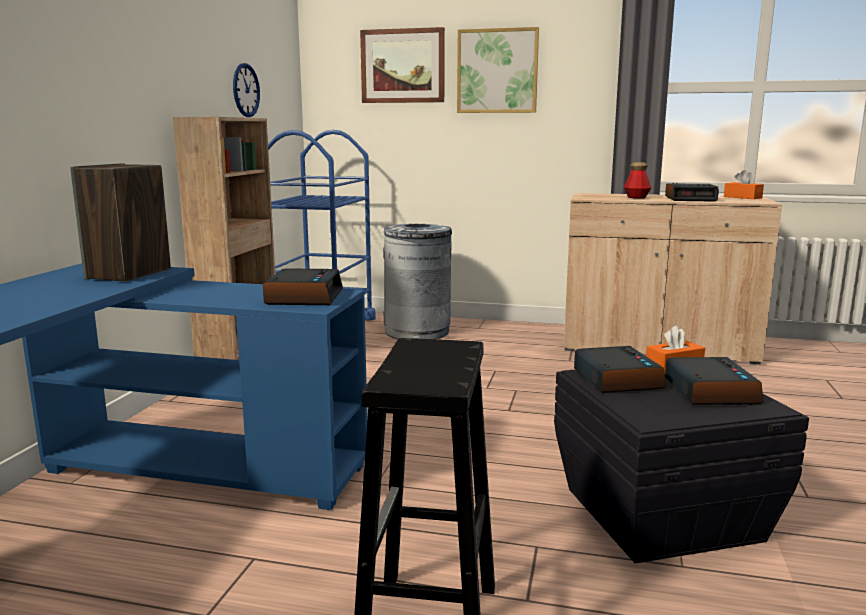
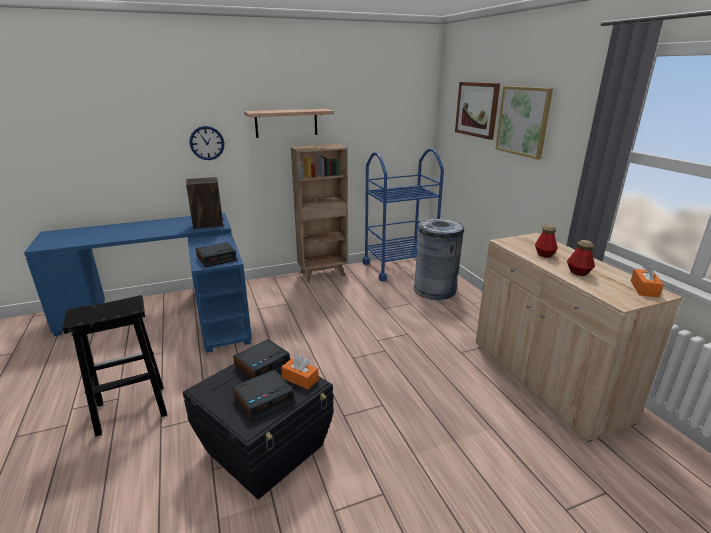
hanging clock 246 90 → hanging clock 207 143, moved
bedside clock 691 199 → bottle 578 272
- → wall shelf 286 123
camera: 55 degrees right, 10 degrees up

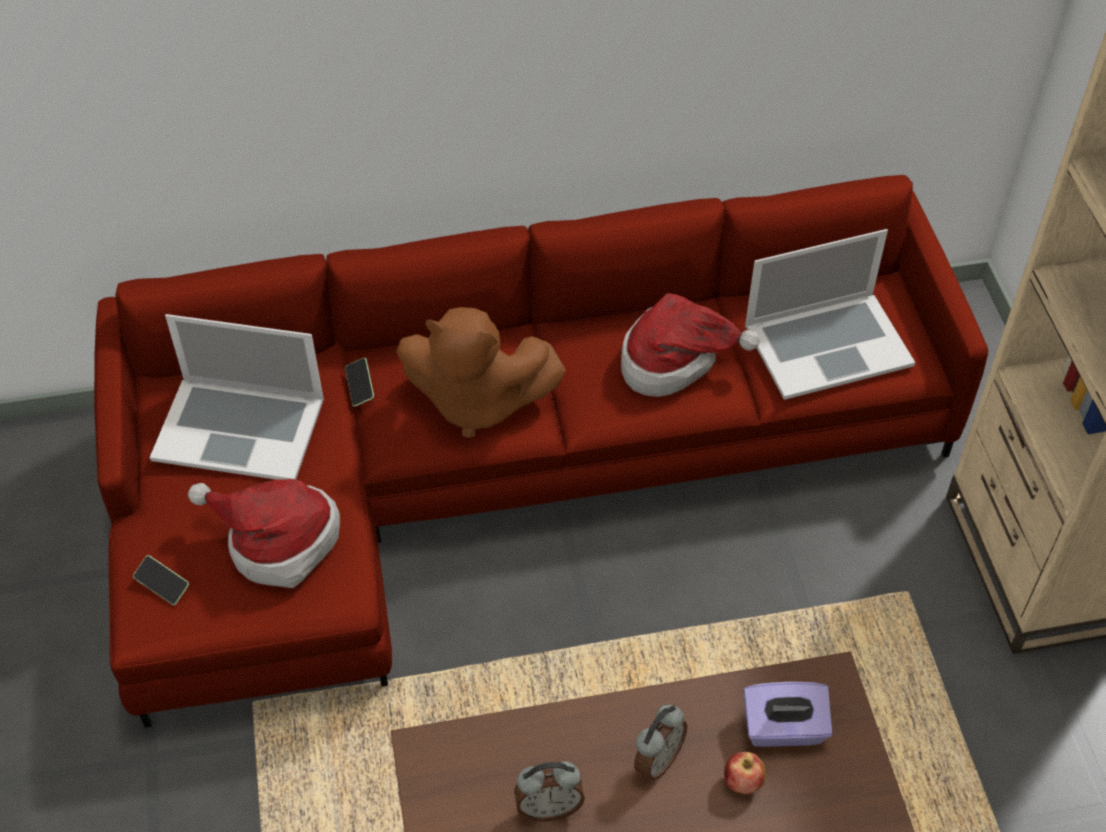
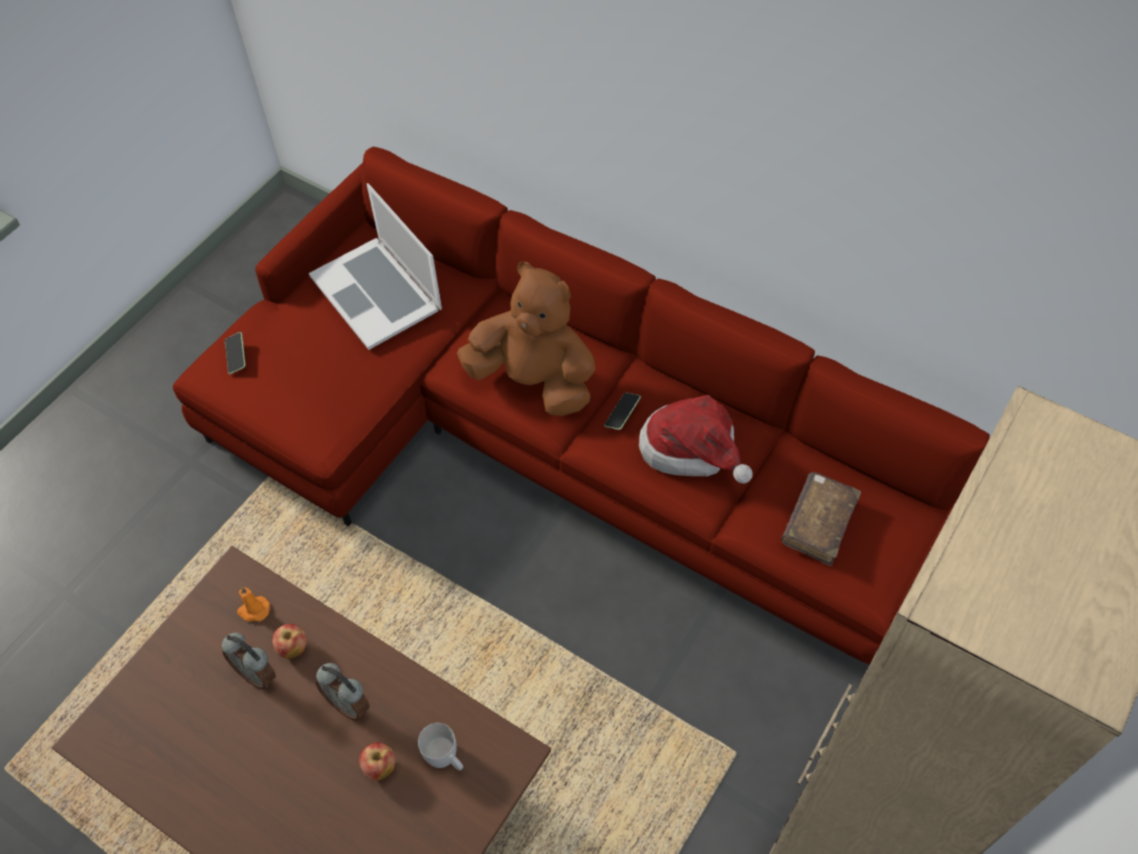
laptop 827 344 → volume (brown-coloured) 818 523
plush toy (brown-coloured) 477 401 → plush toy (brown-coloured) 534 380, 150 degrees clockwise
telephone 360 386 → telephone 622 414, moved
hat 276 541 → -
box of tissues (purplish) 783 729 → mug (whitish) 445 758
bedside clock 657 760 → bedside clock 349 703, 45 degrees clockwise
- → wax candle (orange) 253 610
- → apple 293 648
camera: 45 degrees right, 5 degrees up

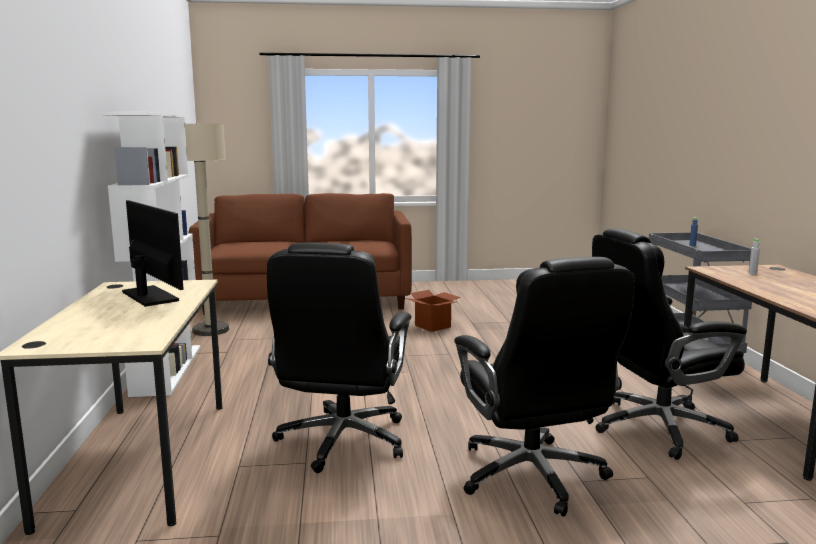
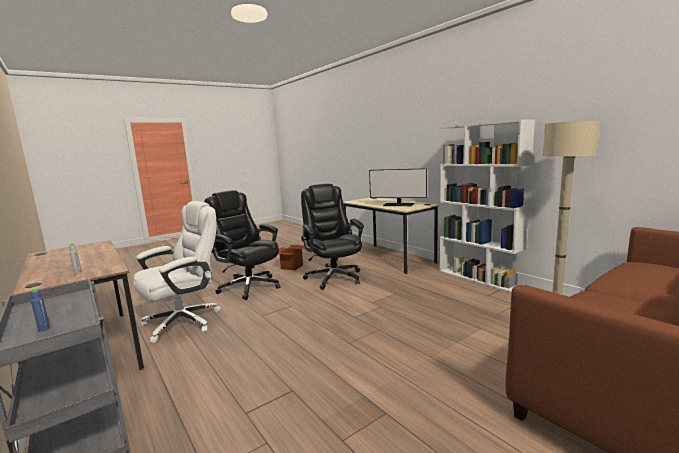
office chair (black-coloured) 657 428 → office chair (whitish) 184 322
packing box 432 326 → packing box 292 267, moved
camera: 150 degrees right, 0 degrees up

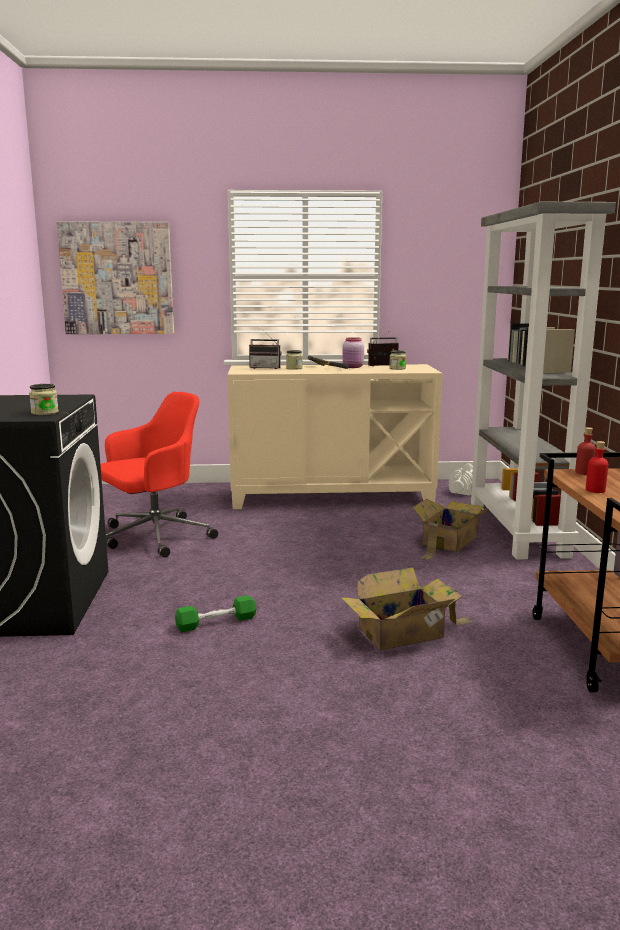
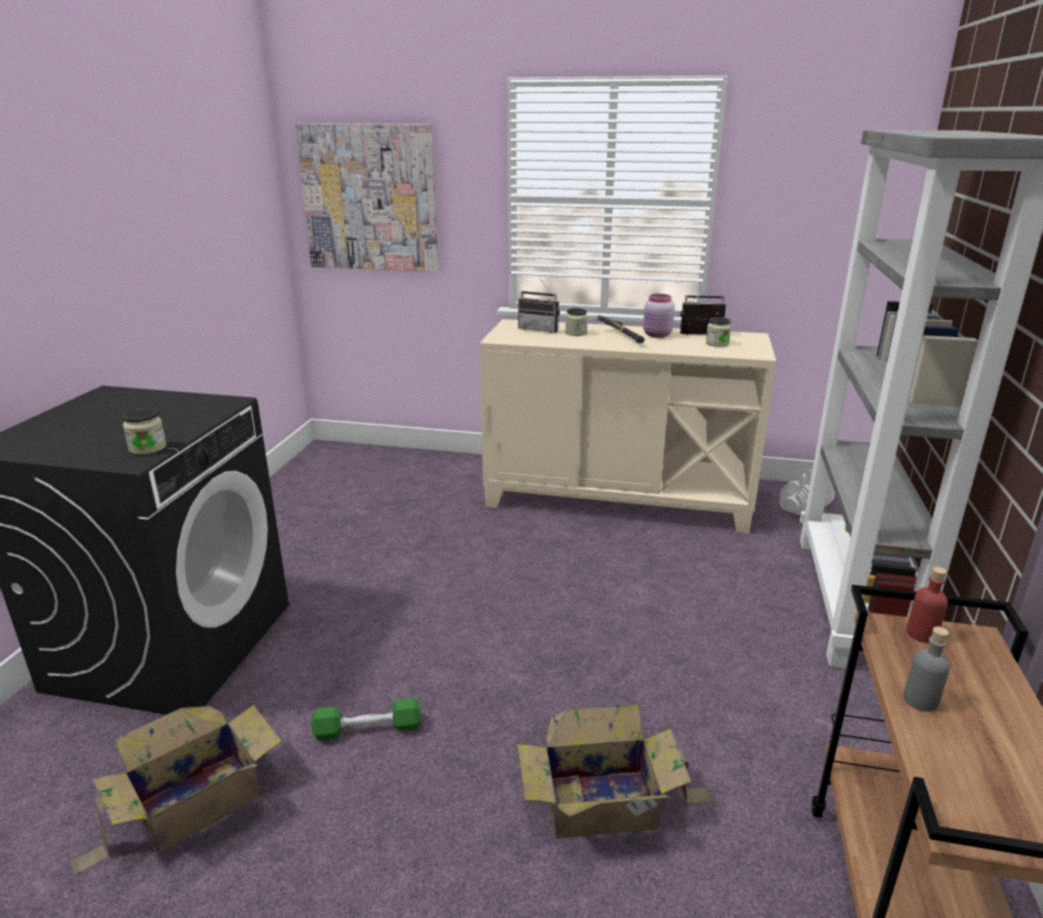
office chair (red-coloured) 154 537 → -
bottle (red-coloured) 595 490 → bottle (grey) 920 700
packing box 448 541 → packing box 193 804, moved
camera: 15 degrees right, 10 degrees up

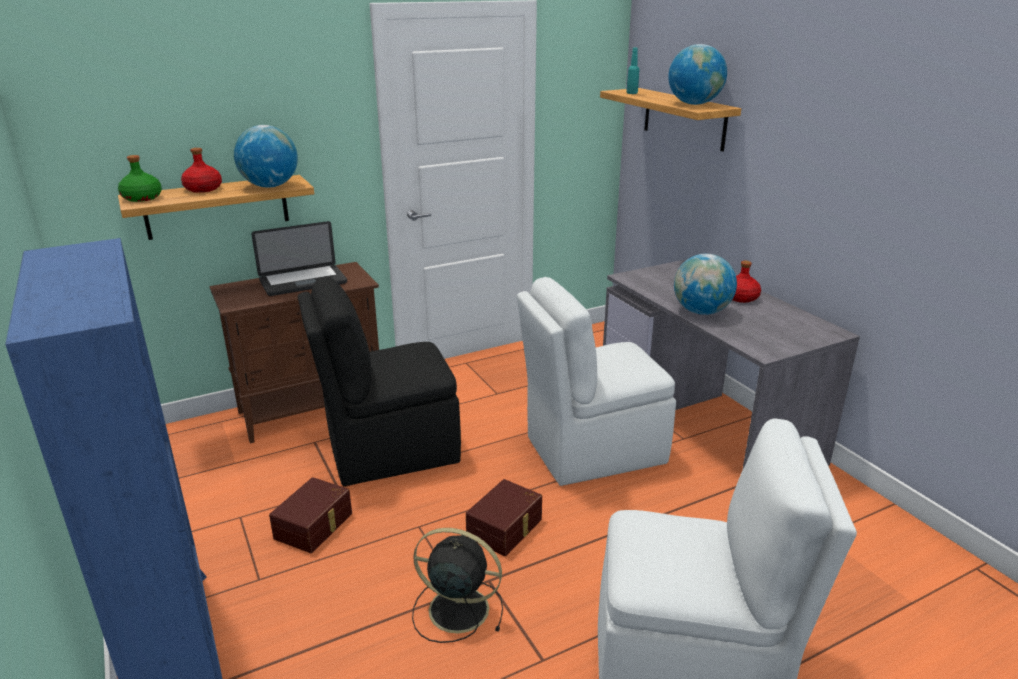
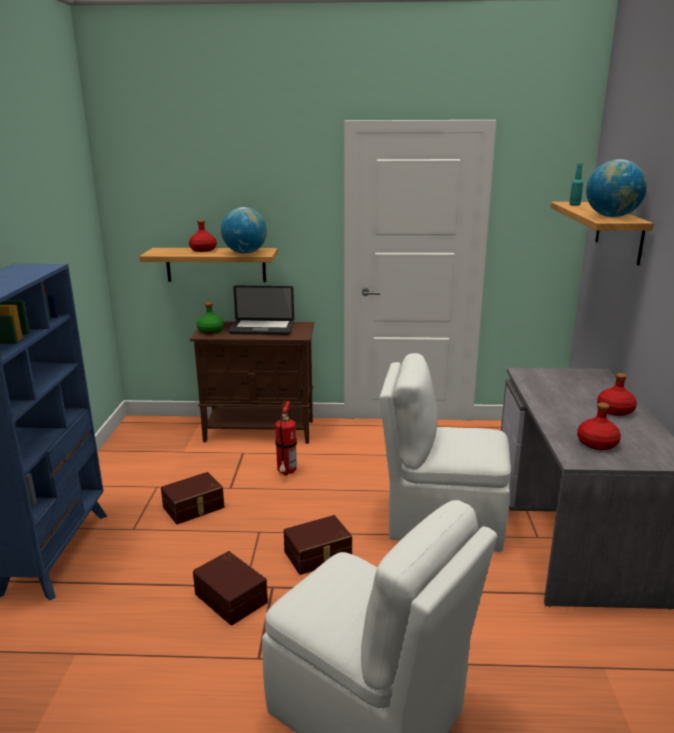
bottle (greenish) 141 198 → bottle (greenish) 210 331, moved
globe 701 312 → -
plain chair (black-coloured) 389 450 → extinguisher 286 473
cooling fan (black-coloured) 456 609 → storage box (brown-coloured) 232 597
- → bottle (red-coloured) 596 443
camera: 30 degrees right, 5 degrees down

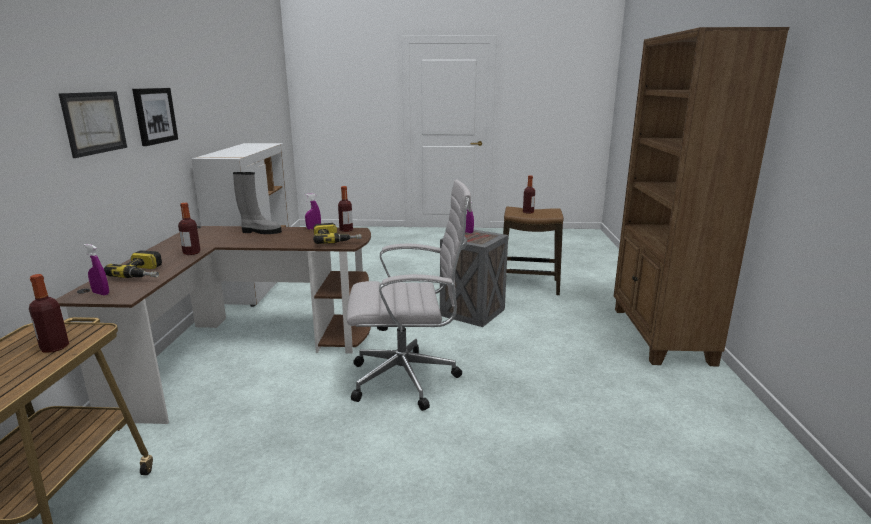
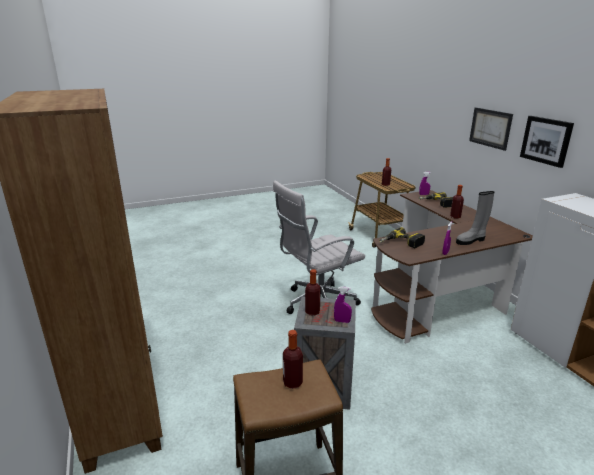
bottle 346 230 → bottle 312 312, moved
camera: 155 degrees right, 5 degrees up

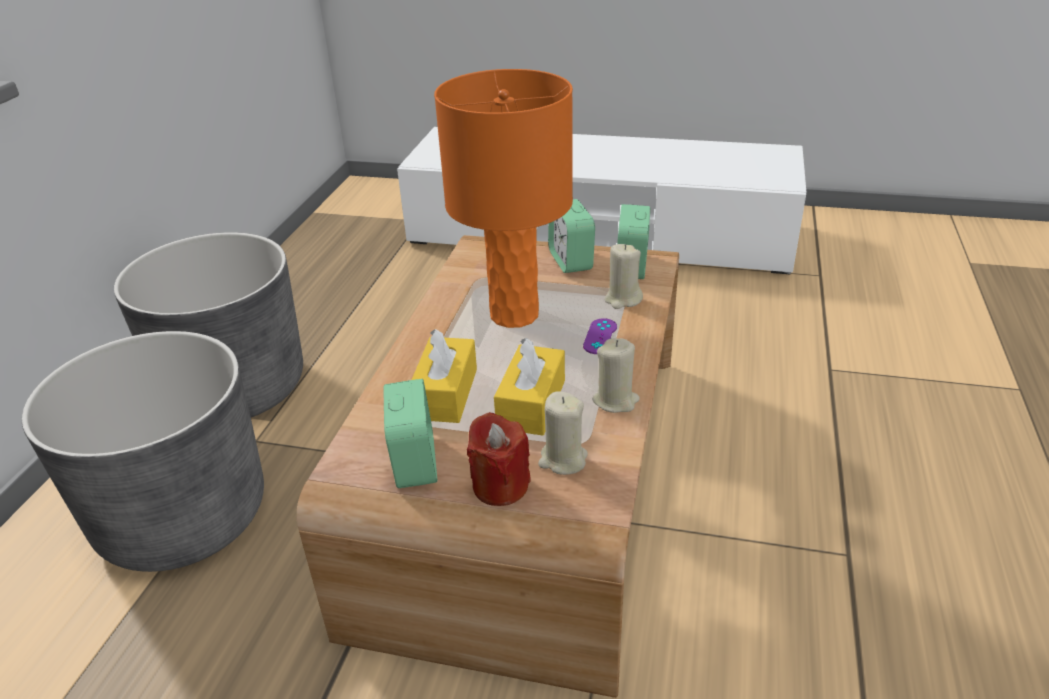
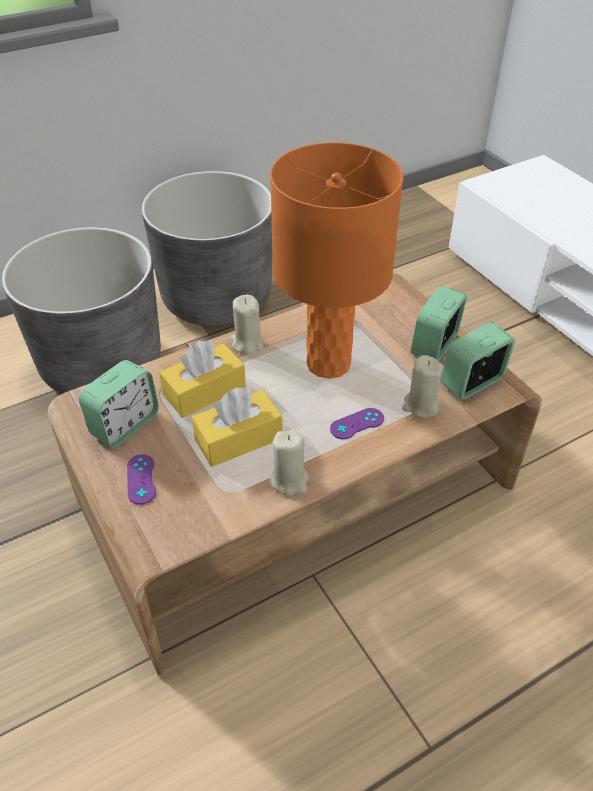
wax candle (sand-coloured) 562 459 → wax candle (sand-coloured) 247 343, moved
wax candle (red-coloured) 500 486 → game controller (purplish) 141 479
camera: 45 degrees right, 10 degrees up

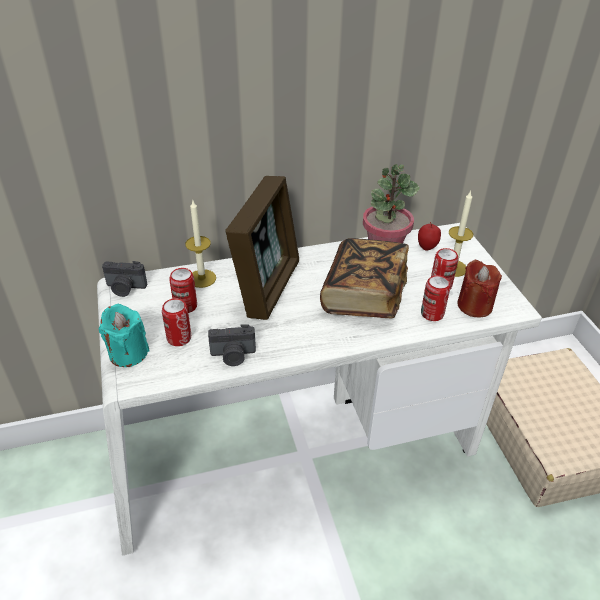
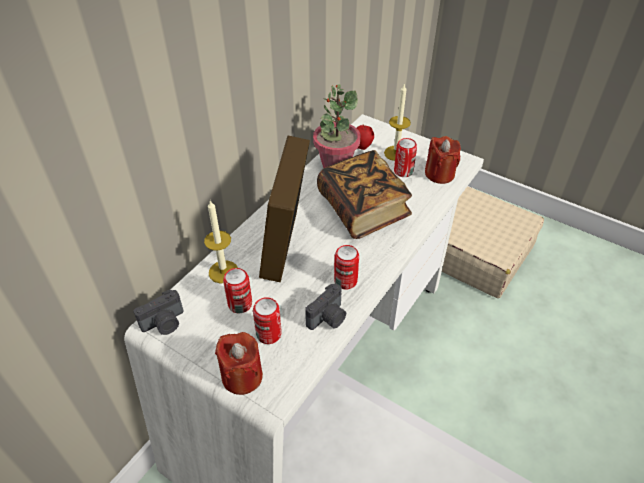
standing frame 267 287 → standing frame 286 246, 150 degrees counterclockwise
sealed can 432 314 → sealed can 345 281, moved
wax candle (turquoise-coloured) 128 353 → wax candle (red-coloured) 242 376
camera: 40 degrees left, 5 degrees up

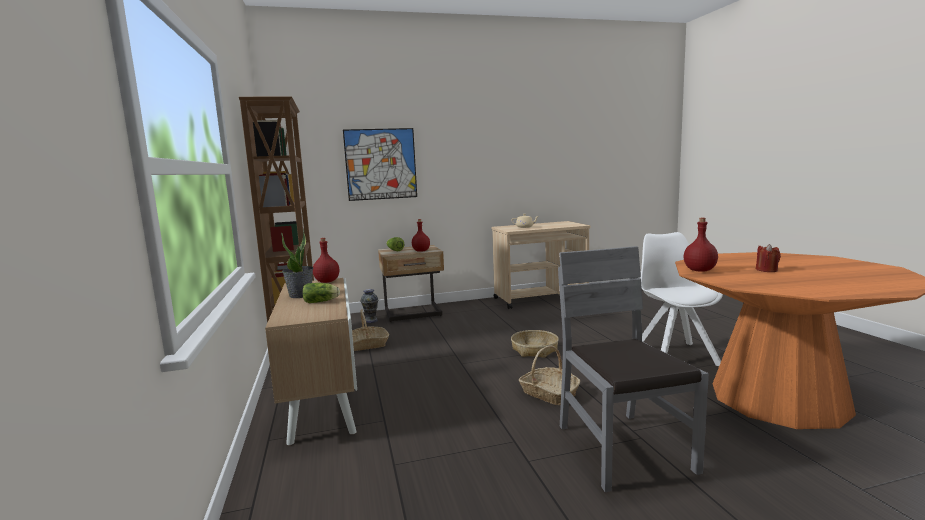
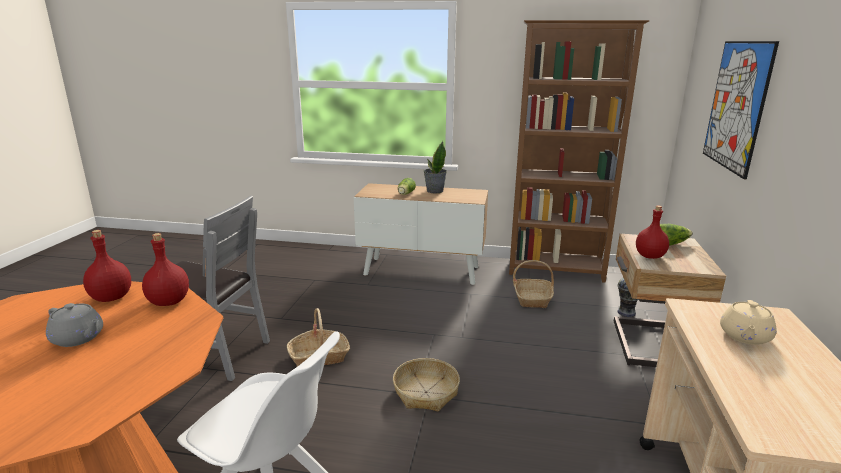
bottle (red-coloured) 326 282 → bottle (red-coloured) 112 297, moved
wax candle (red-coloured) 766 270 → teapot (grey) 78 338
camera: 115 degrees right, 10 degrees up

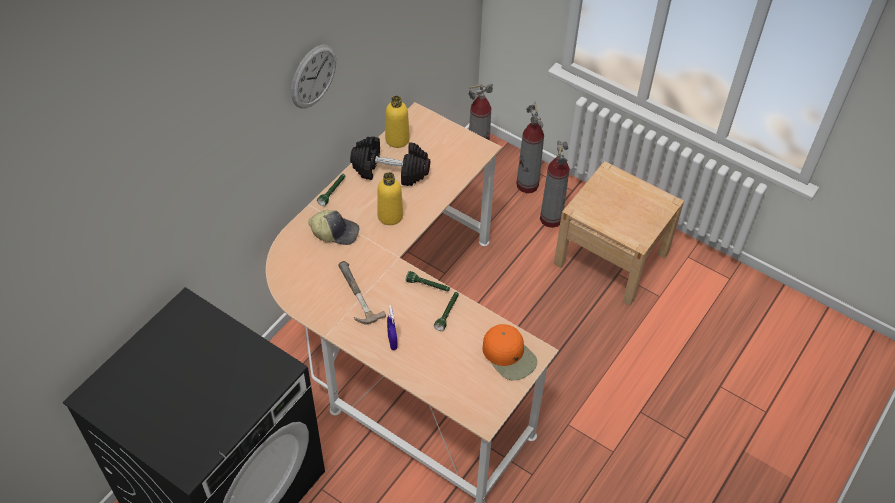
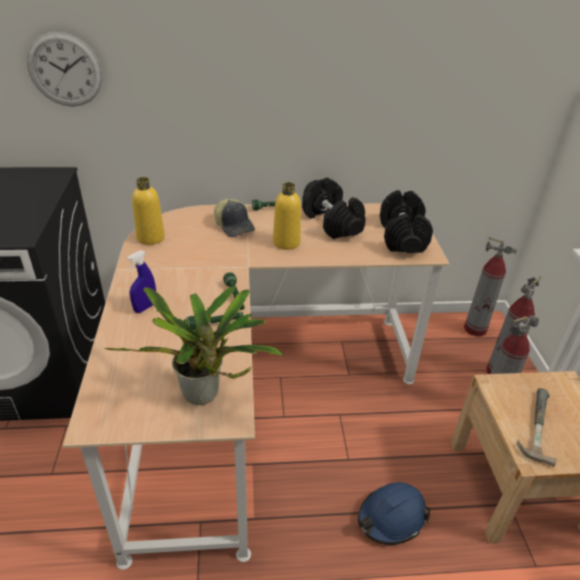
hanging clock 313 76 → hanging clock 65 70, moved
bottle (yellow-coloured) 397 139 → bottle (yellow-coloured) 150 238, moved
tool hammer 353 295 → tool hammer 533 424, moved
baseball cap (orange) 509 355 → potted plant 204 397
- → dumbbell (black-coloured) 402 237
- → hard hat (bluish) 391 517
camera: 50 degrees right, 15 degrees down

